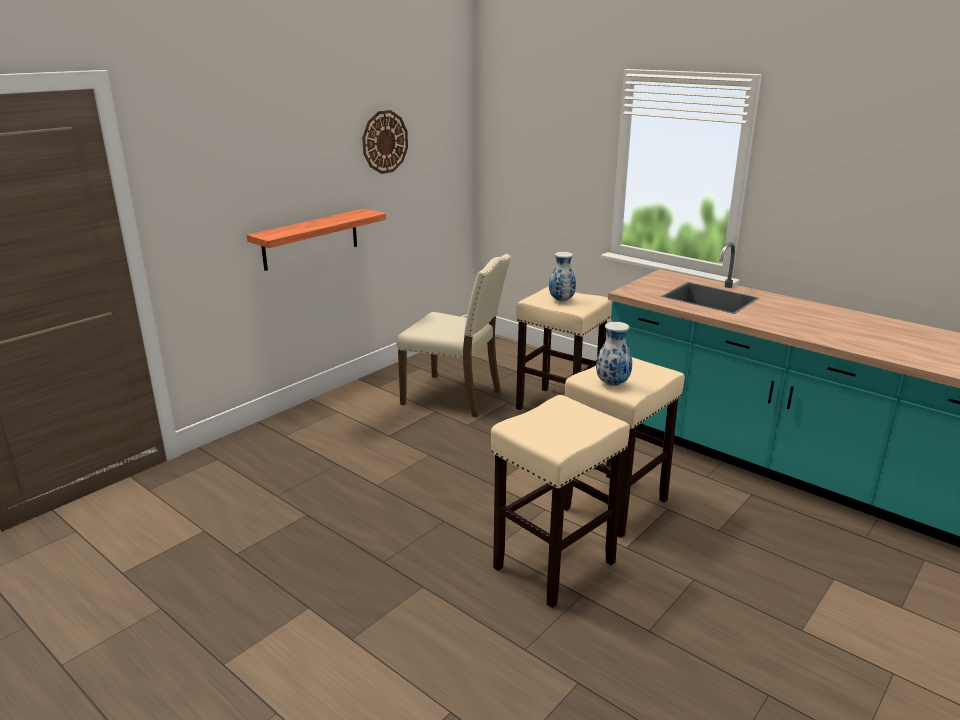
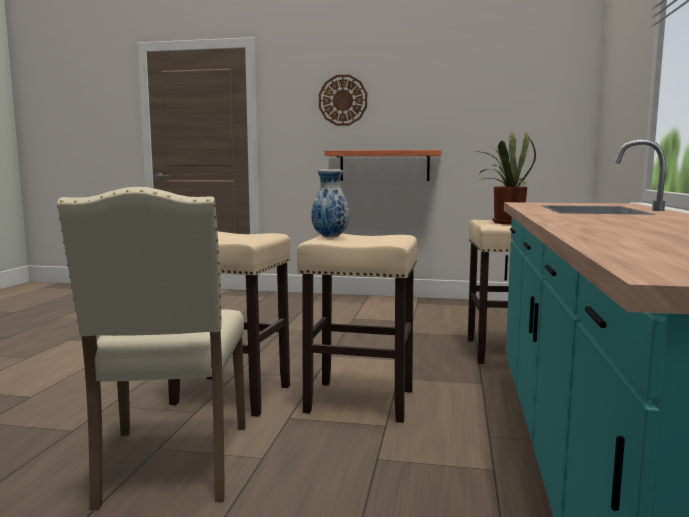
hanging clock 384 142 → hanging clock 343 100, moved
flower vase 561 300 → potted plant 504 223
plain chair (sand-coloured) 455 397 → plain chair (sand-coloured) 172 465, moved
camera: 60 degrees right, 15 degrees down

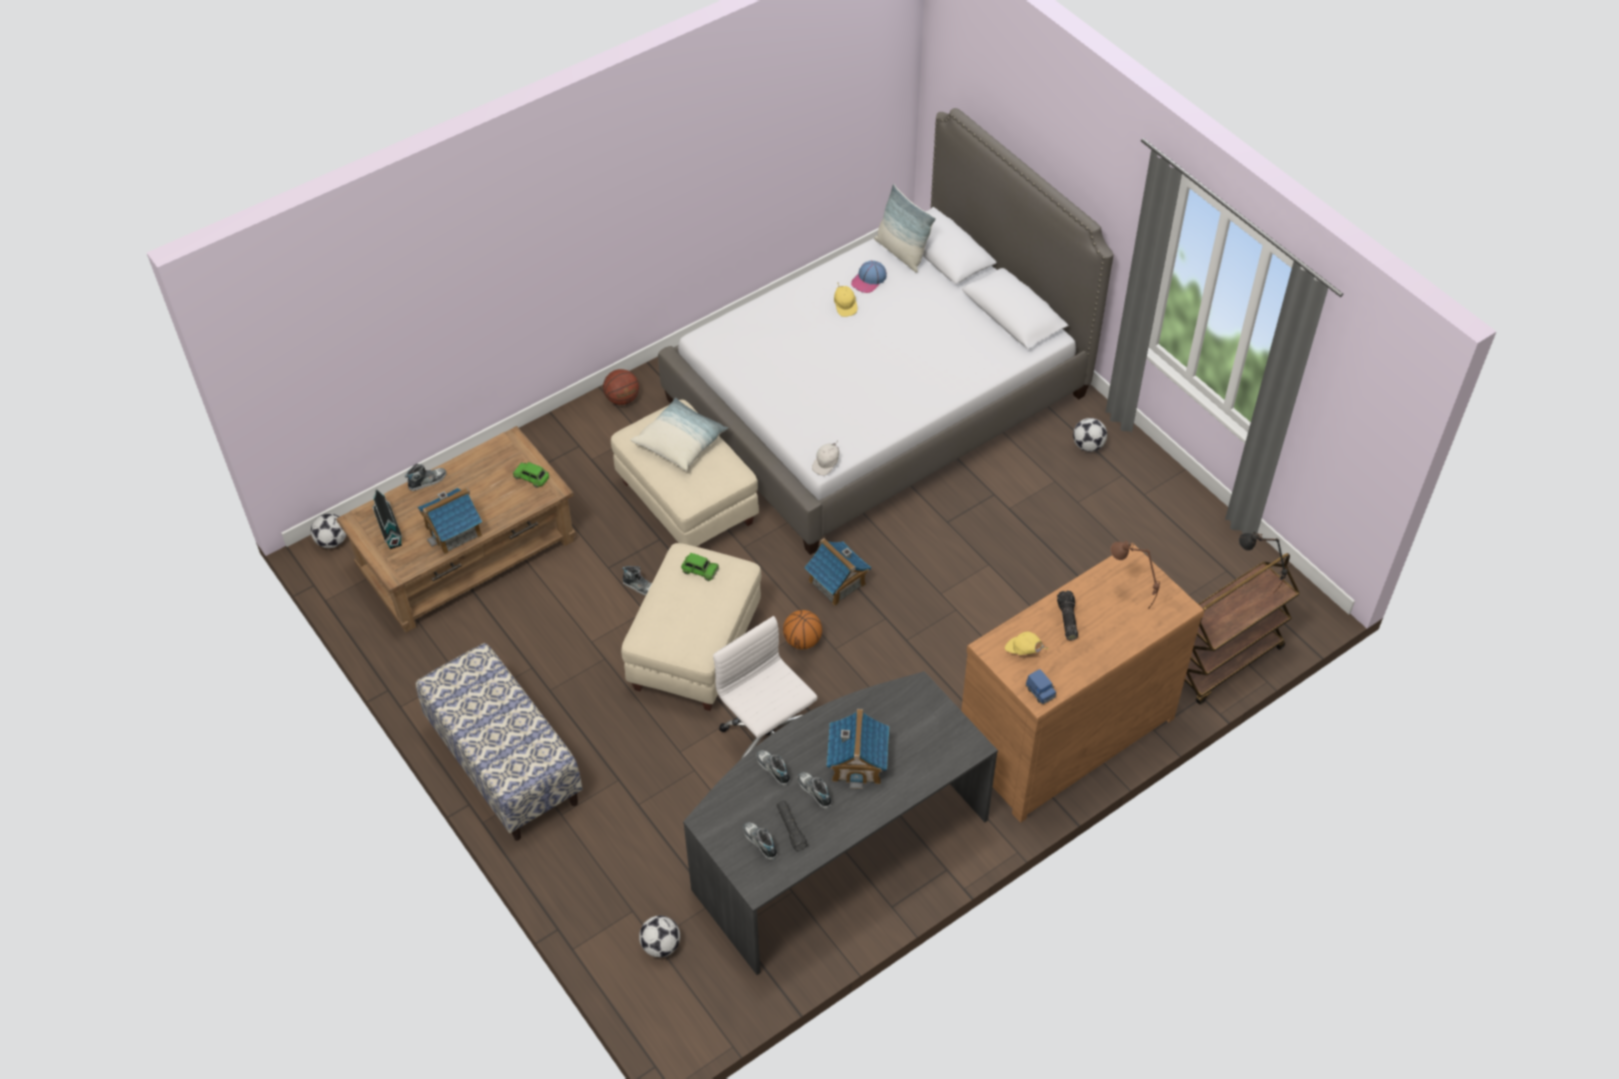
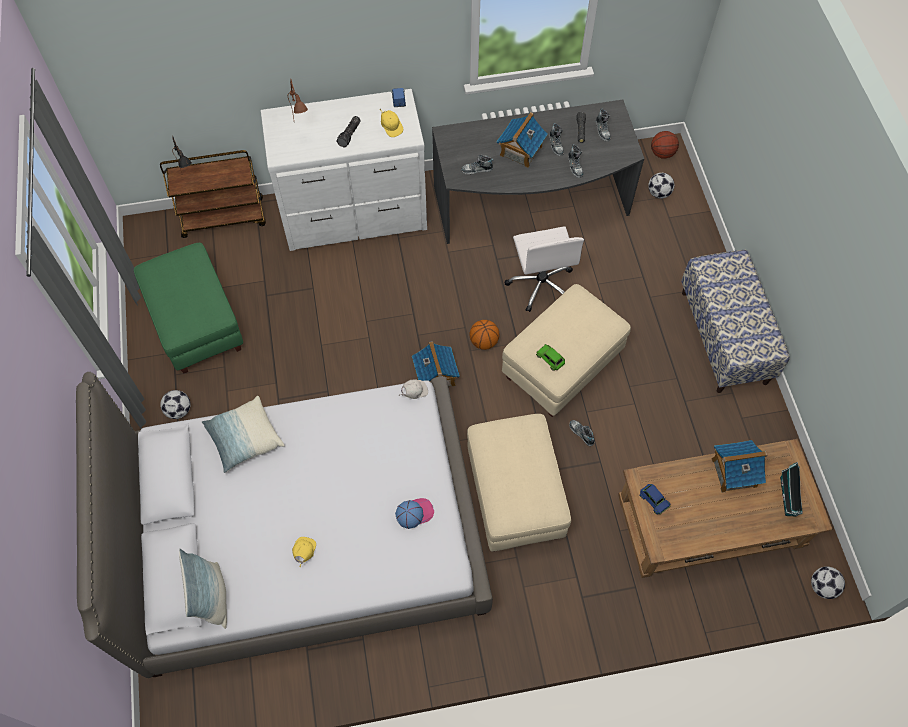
baseball cap 869 280 → baseball cap 414 513, moved
ball for basketball 622 399 → ball for basketball 662 153, moved
pillow 680 442 → pillow 244 438, moved
model car (greenish) 532 477 → model car (bluish) 653 500
low shoe 427 481 → low shoe 477 169, moved
drawer chest (brown-coloured) 1062 733 → drawer chest (whitish) 355 215
- → ottoman (greenish) 196 324
camera: 155 degrees left, 10 degrees up

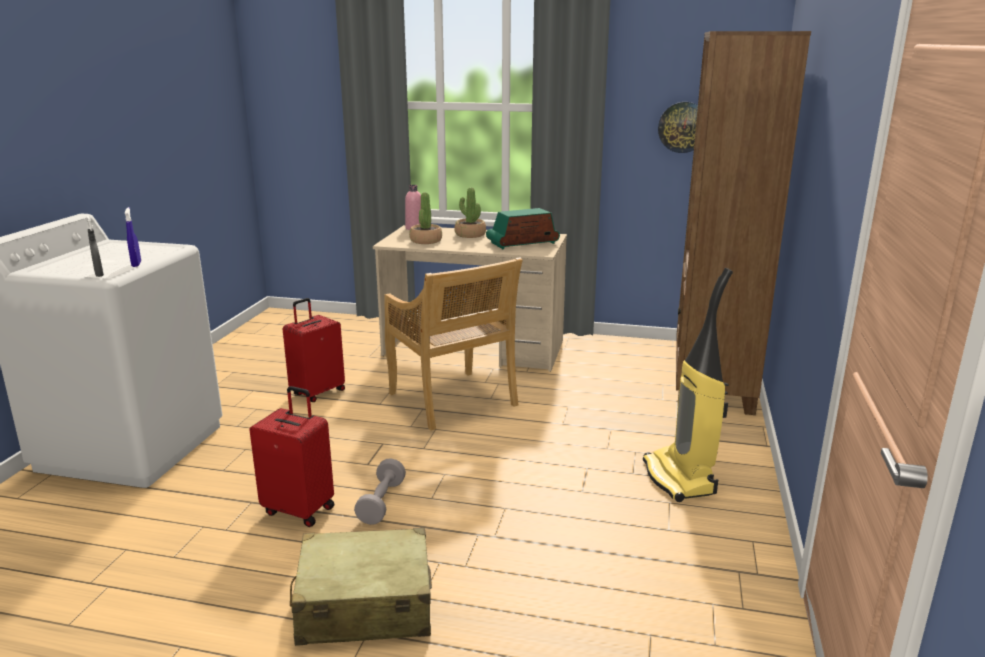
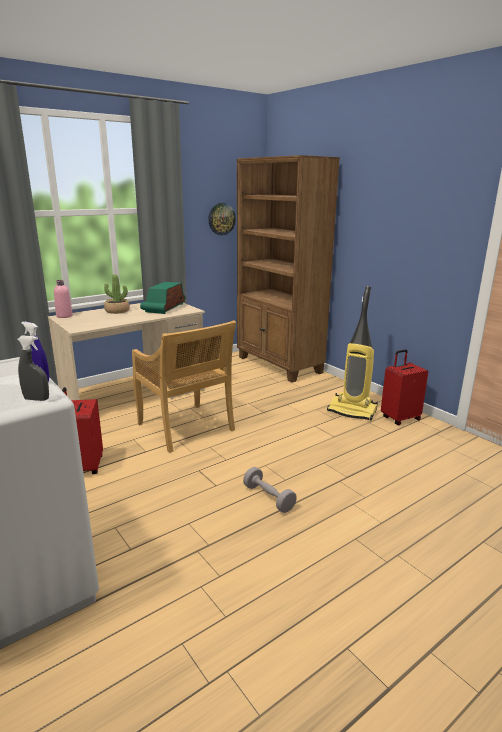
potted plant 425 241 → -
plain chair (sand-coloured) 453 401 → plain chair (sand-coloured) 186 428, 45 degrees clockwise
travel case (red-coloured) 300 509 → travel case (red-coloured) 400 418, moved
travel case (sand-coloured) 364 605 → -
camera: 50 degrees left, 0 degrees up

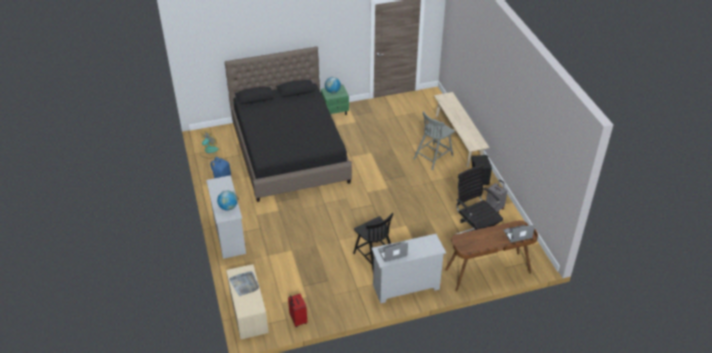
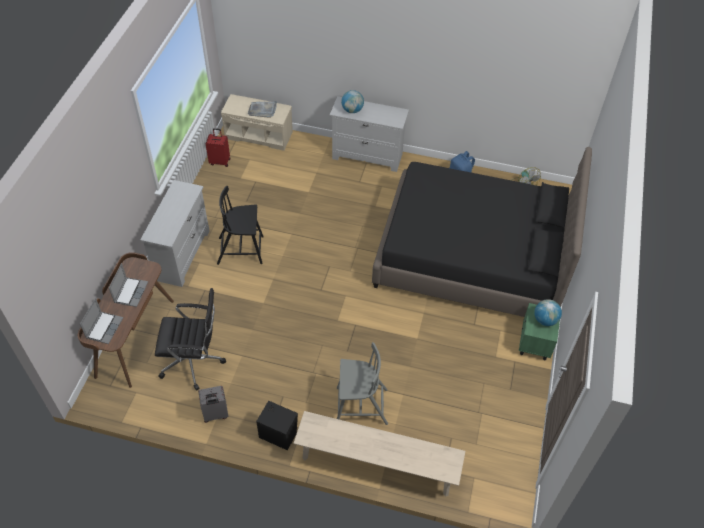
plain chair (grey) 433 156 → plain chair (grey) 360 406, 105 degrees clockwise
laptop 392 253 → laptop 131 292, moved
camera: 120 degrees right, 10 degrees up

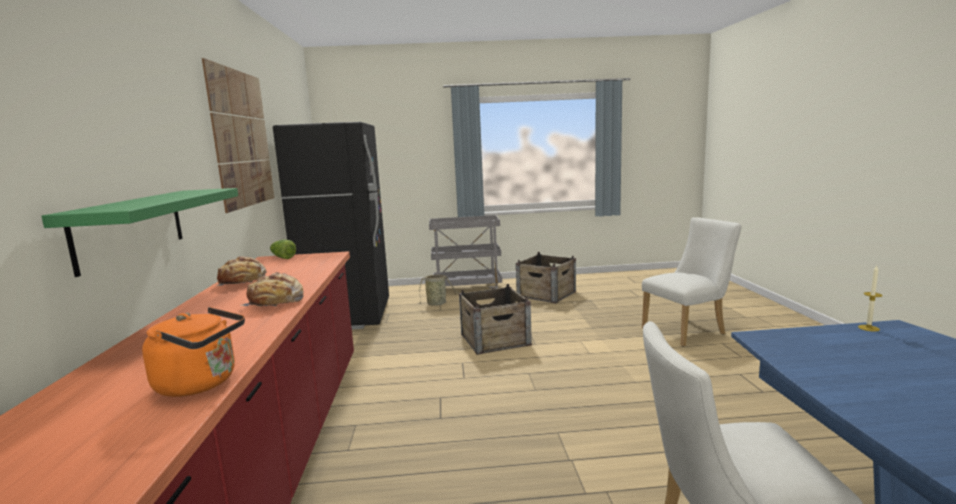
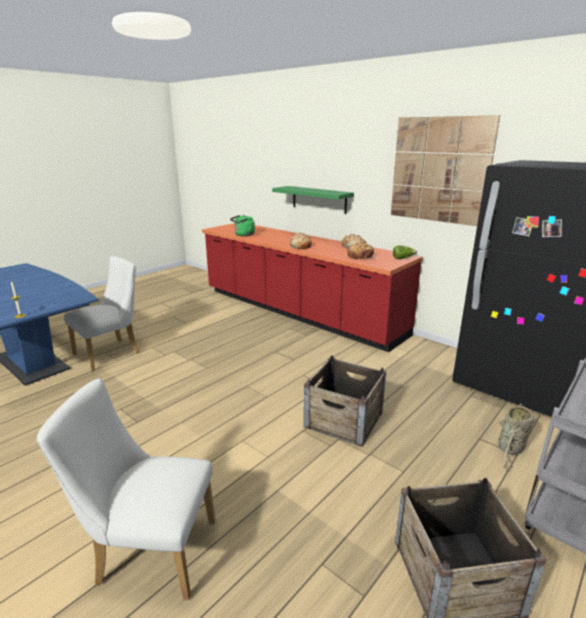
plain chair (whitish) 688 331 → plain chair (whitish) 149 552, 75 degrees clockwise
water kettle (orange) 201 384 → water kettle (greenish) 243 235
- → bread 360 256
camera: 135 degrees right, 10 degrees up

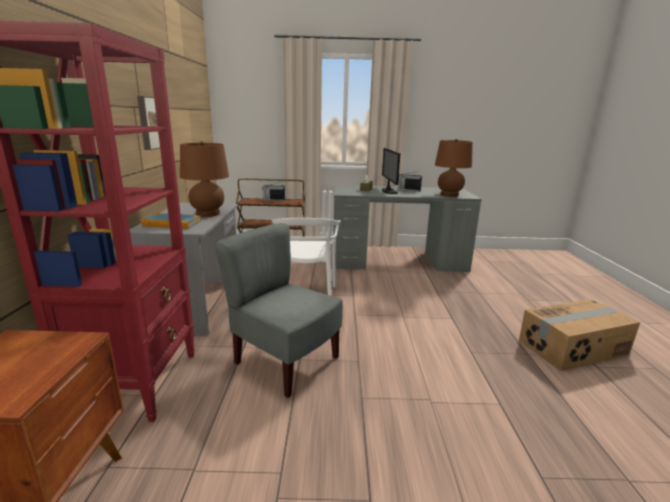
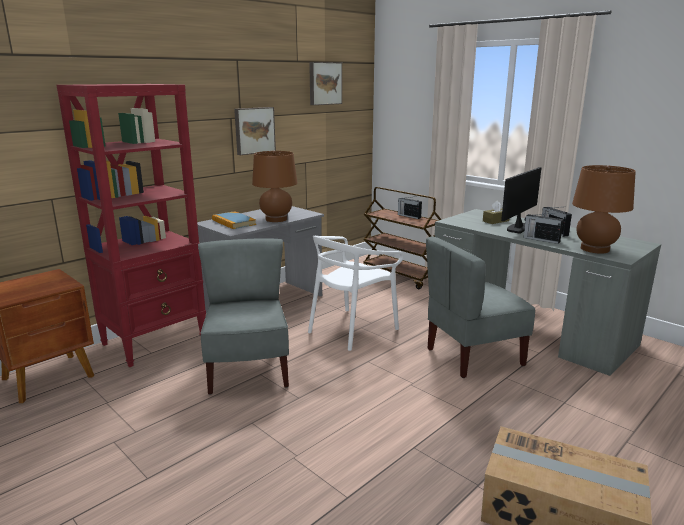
- → picture 324 83
- → radio set 540 239
- → plain chair (grey) 473 356
camera: 45 degrees right, 0 degrees up

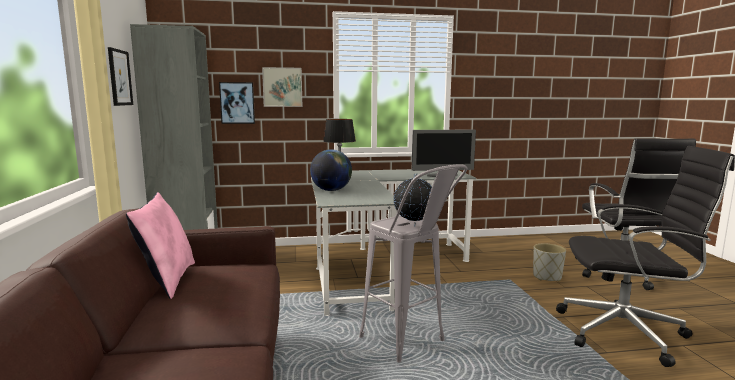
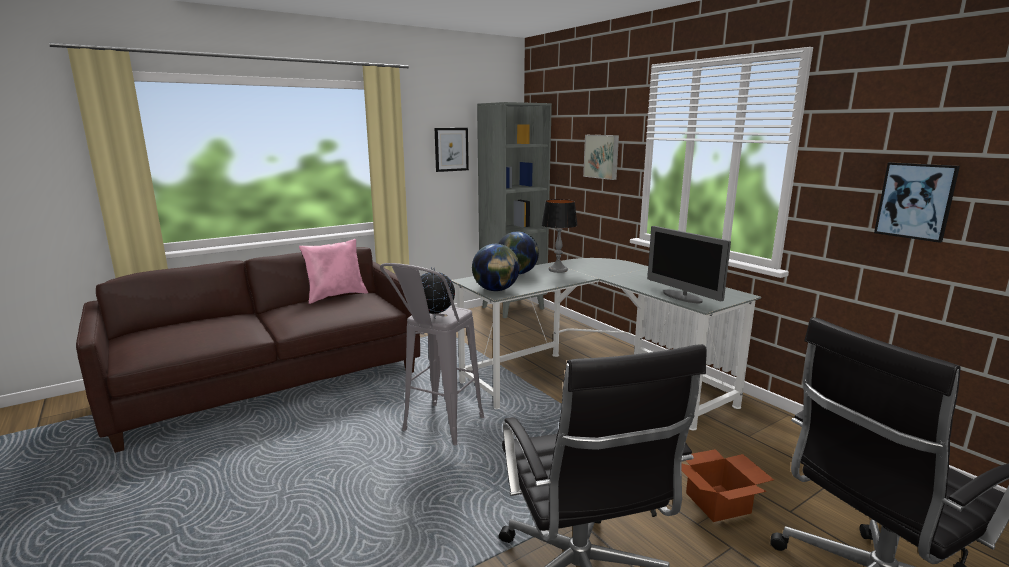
picture 237 103 → picture 915 201, moved
planter (grey) 547 277 → packing box 719 503
- → globe 496 290
camera: 65 degrees right, 5 degrees up

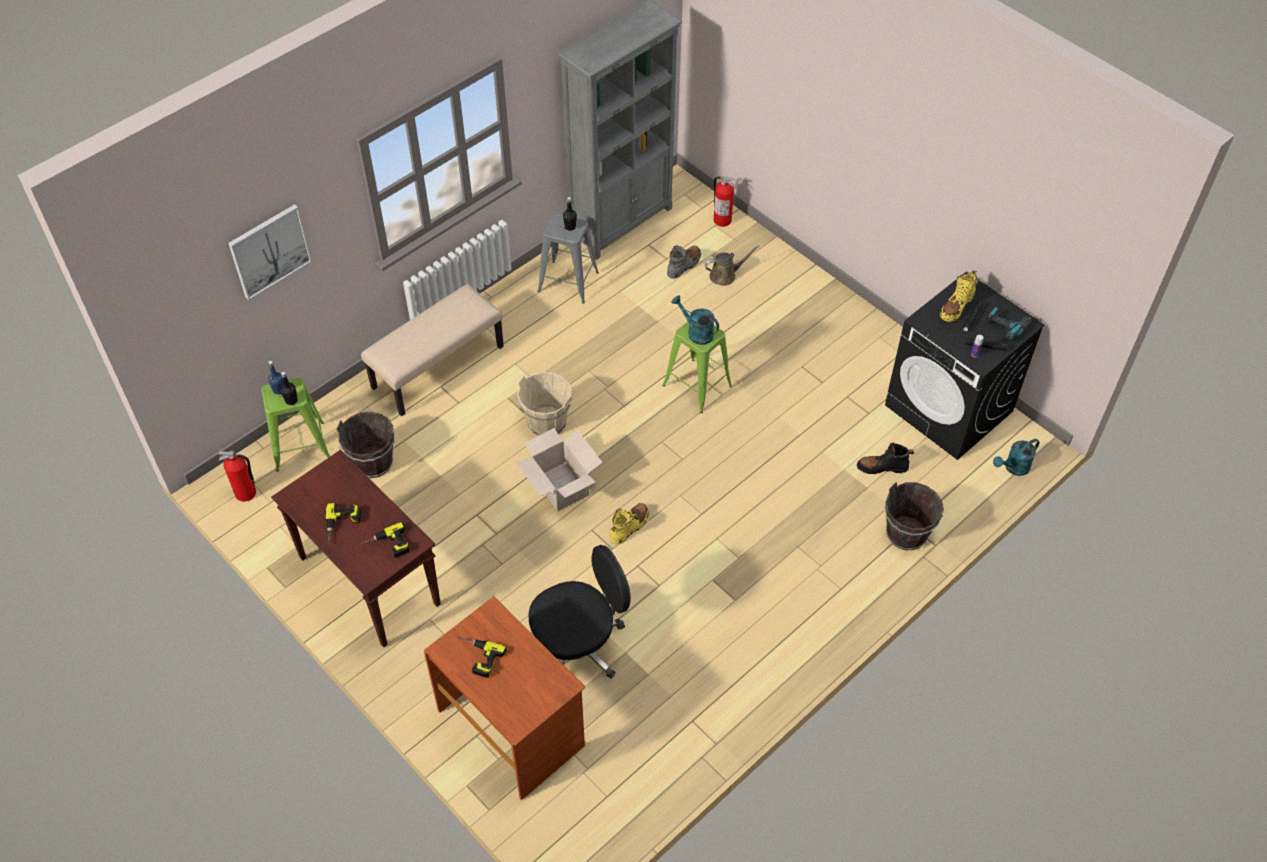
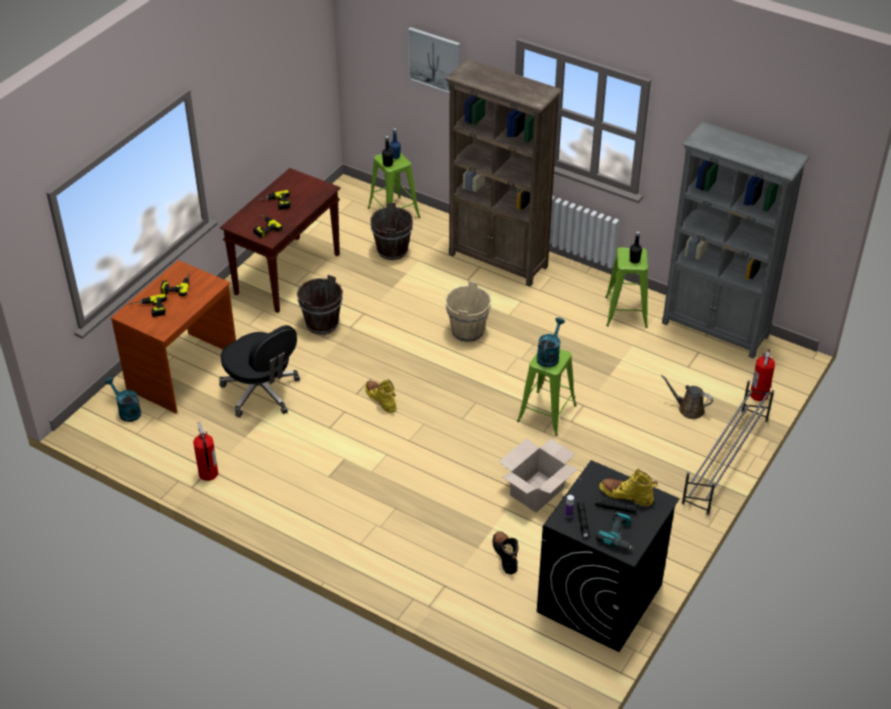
sitting stool (grey) 567 282 → sitting stool (greenish) 626 311
boot (grey) 684 265 → -
watering can (brown-coloured) 725 275 → watering can (brown-coloured) 688 409, 150 degrees clockwise
indoor bench (sand-coloured) 438 366 → bookcase (brown-coloured) 498 260
packing box 561 487 → packing box 537 492, moved
watering can (turquoise-coloured) 1013 468 → watering can (turquoise-coloured) 127 411, moved
extinguisher 246 493 → extinguisher 208 474, moved
pail (brown-coloured) 906 534 → pail (brown-coloured) 322 324, moved
boot (yellow-coloured) 629 526 → boot (yellow-coloured) 381 399, 150 degrees counterclockwise
- → power drill 149 309
- → shoe stand (grey) 725 461
camera: 75 degrees right, 10 degrees down

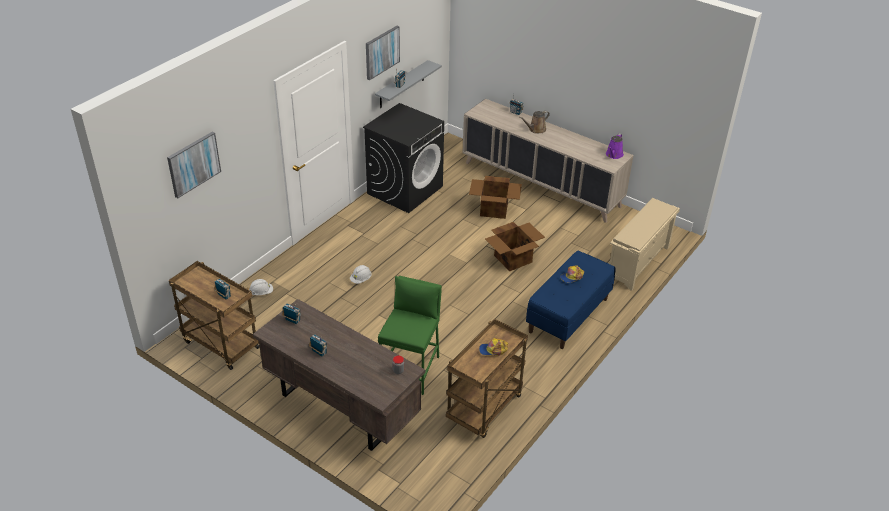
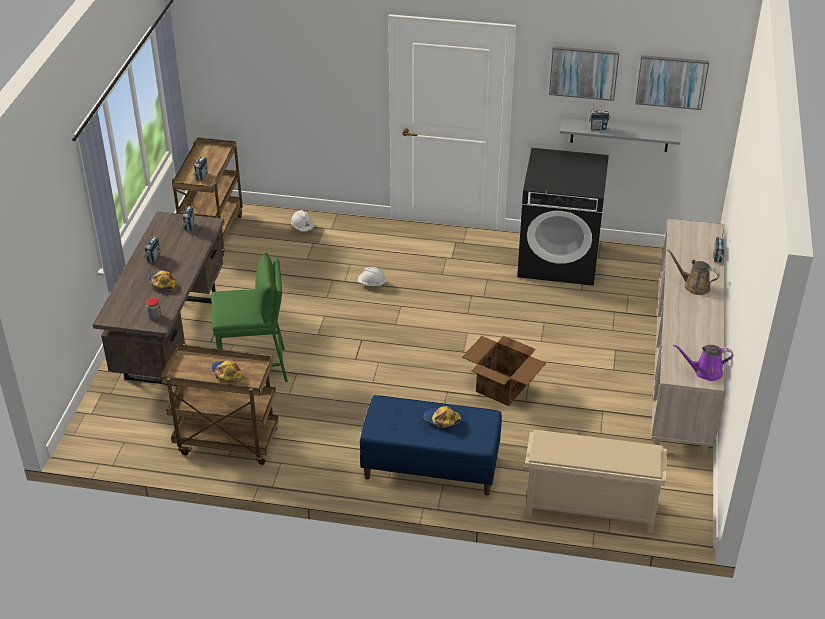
picture 193 164 → picture 671 81, moved
packing box 494 209 → -
- → baseball cap 162 282
camera: 65 degrees right, 0 degrees up

